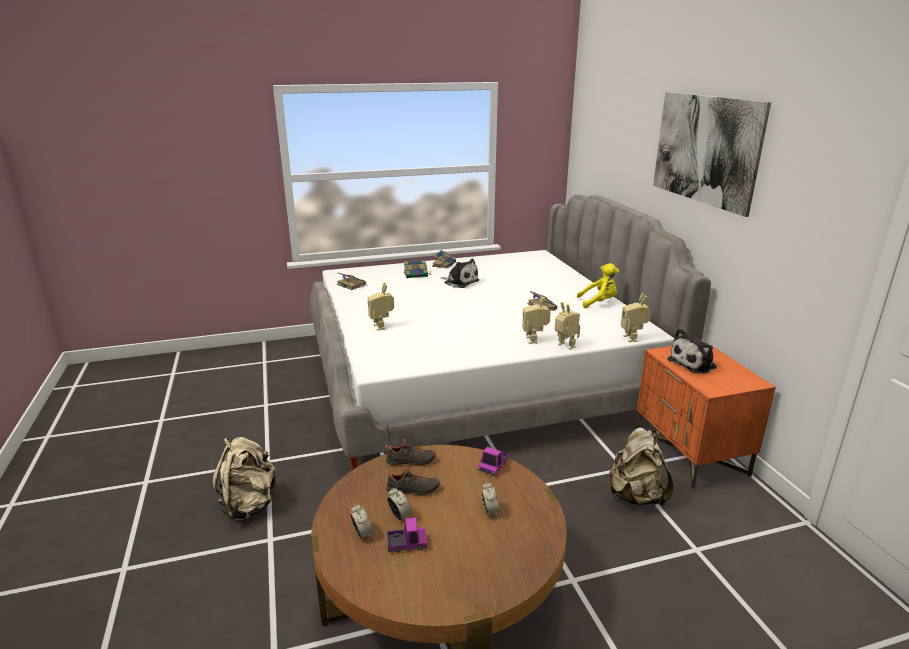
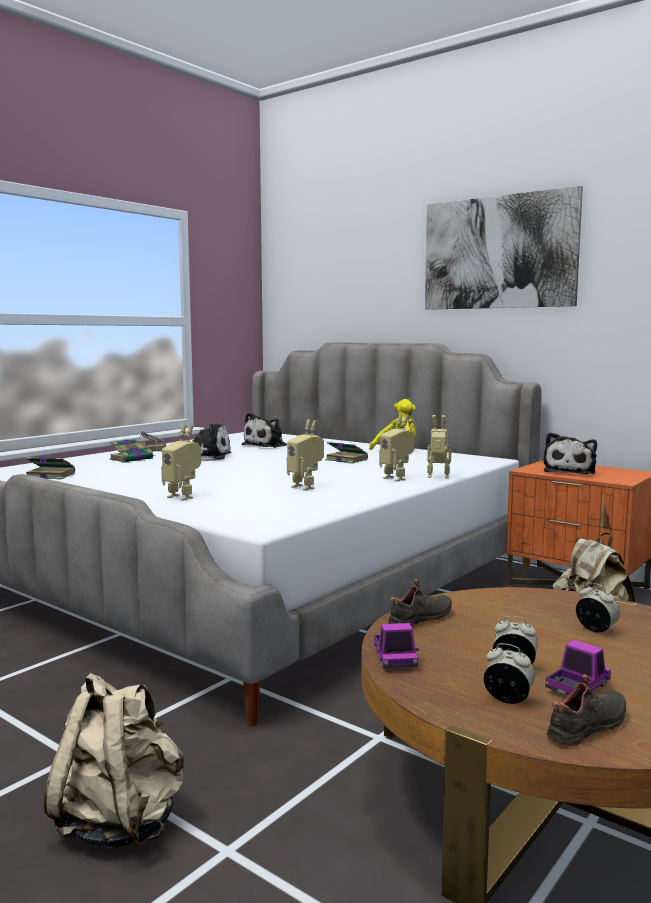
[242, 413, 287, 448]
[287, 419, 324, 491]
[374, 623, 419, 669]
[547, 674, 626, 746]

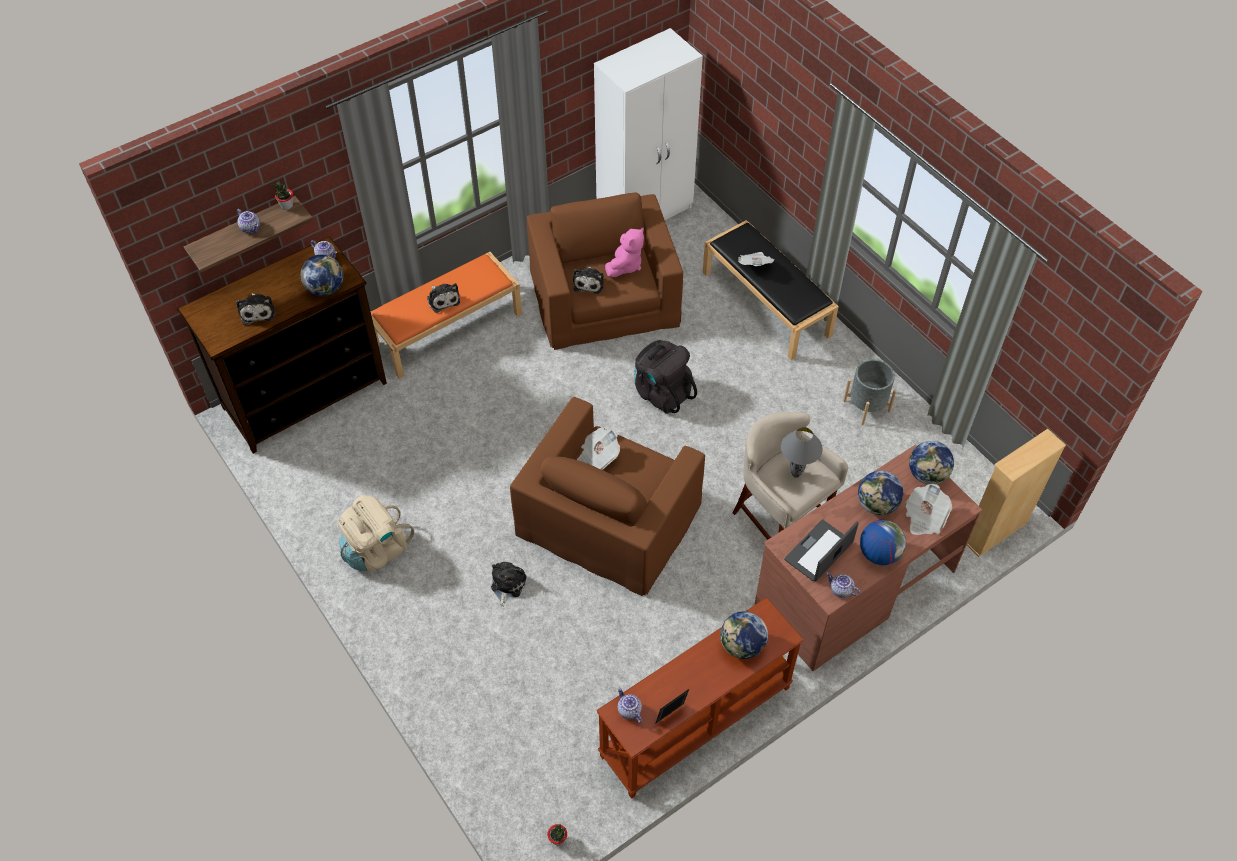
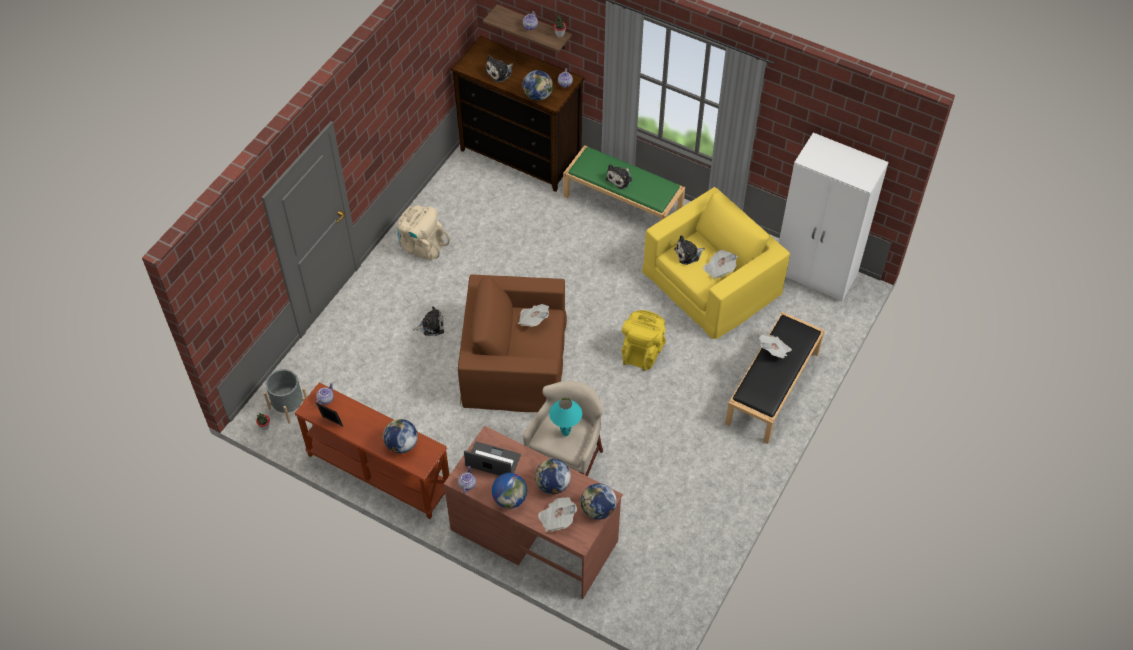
[264, 369, 307, 424]
[549, 398, 582, 436]
[563, 145, 685, 220]
[622, 310, 666, 371]
[642, 187, 790, 340]
[703, 250, 738, 279]
[967, 429, 1066, 557] (first image)

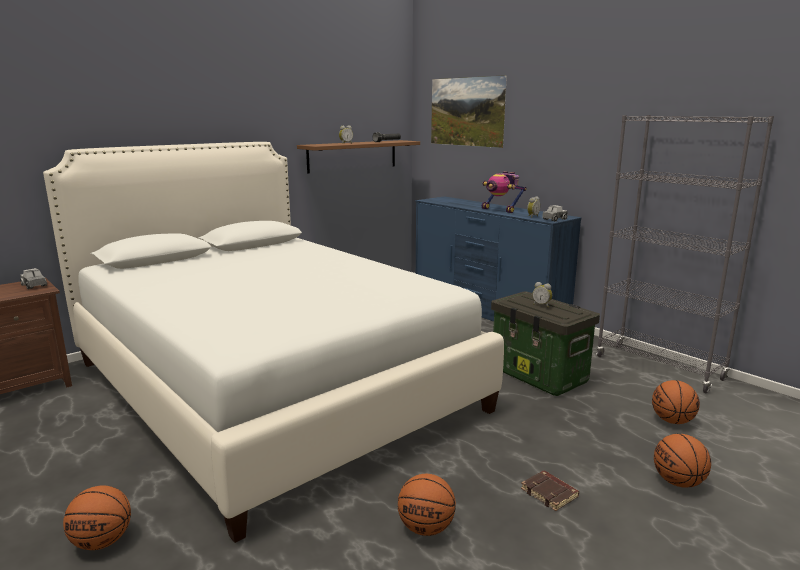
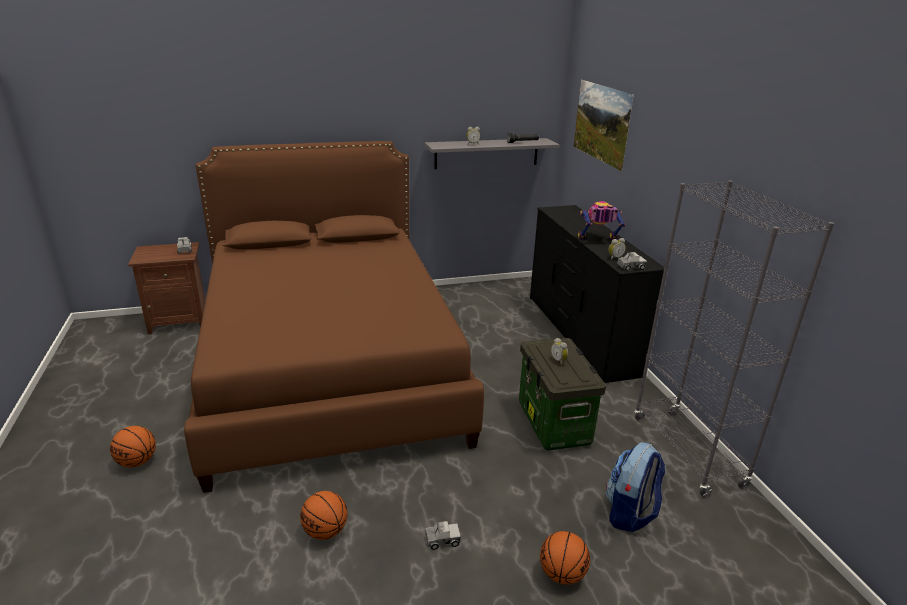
[184, 141, 484, 493]
[425, 138, 559, 169]
[425, 521, 461, 550]
[530, 205, 664, 384]
[578, 201, 625, 239]
[606, 442, 665, 532]

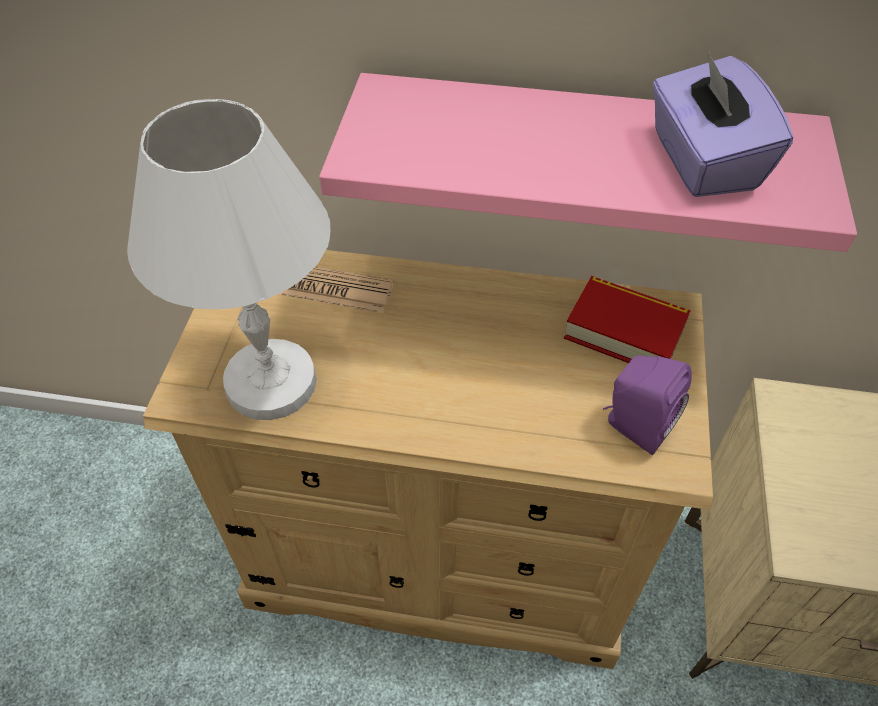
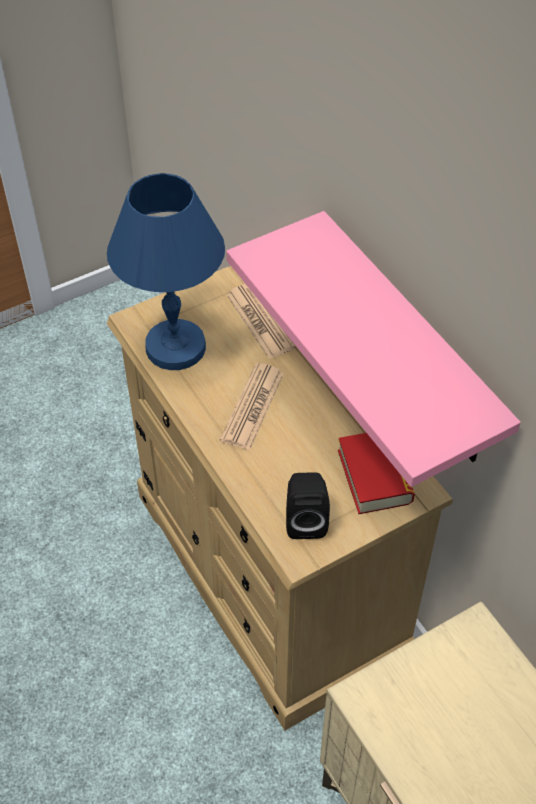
[107, 173, 225, 370]
[220, 363, 284, 450]
[286, 472, 330, 539]
[652, 49, 793, 197] (first image)

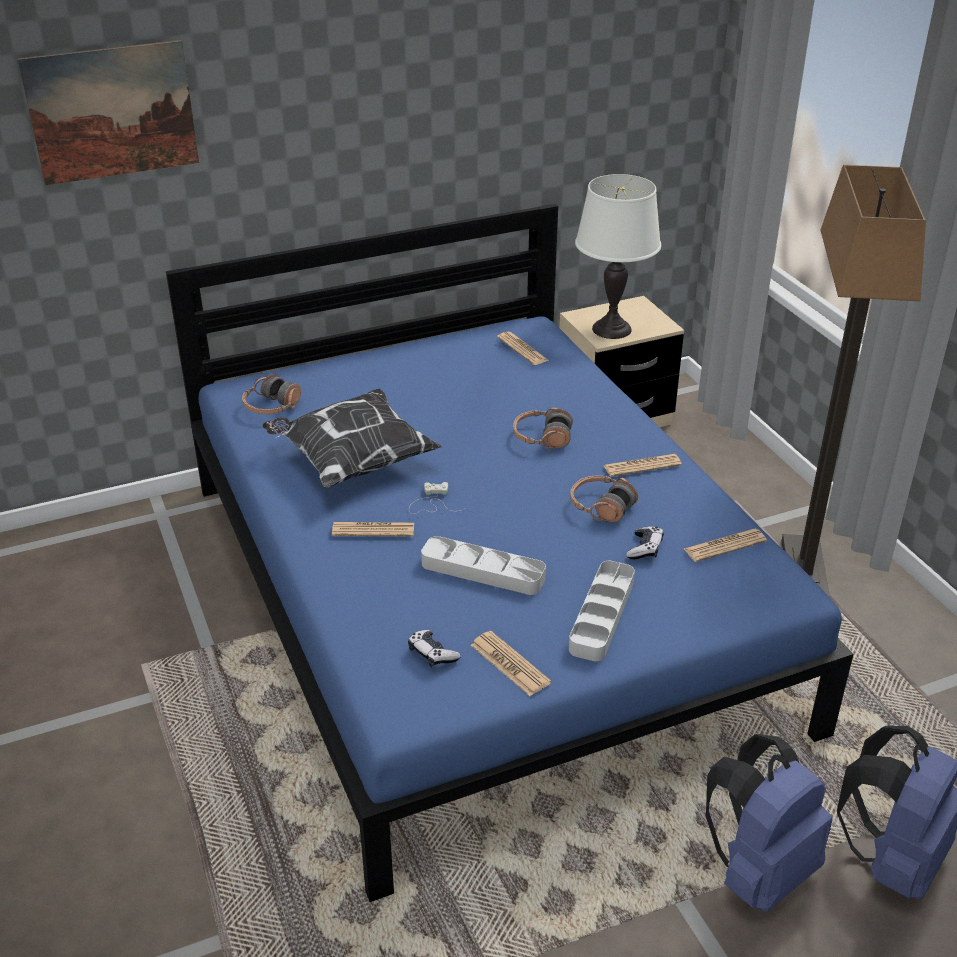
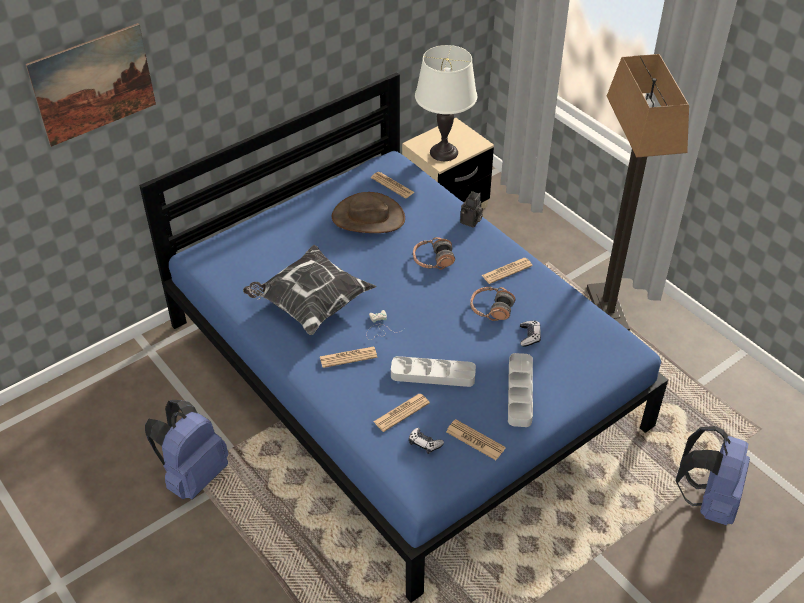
[145, 400, 229, 499]
[332, 192, 405, 233]
[373, 394, 430, 432]
[460, 191, 483, 227]
[242, 374, 301, 414] (first image)

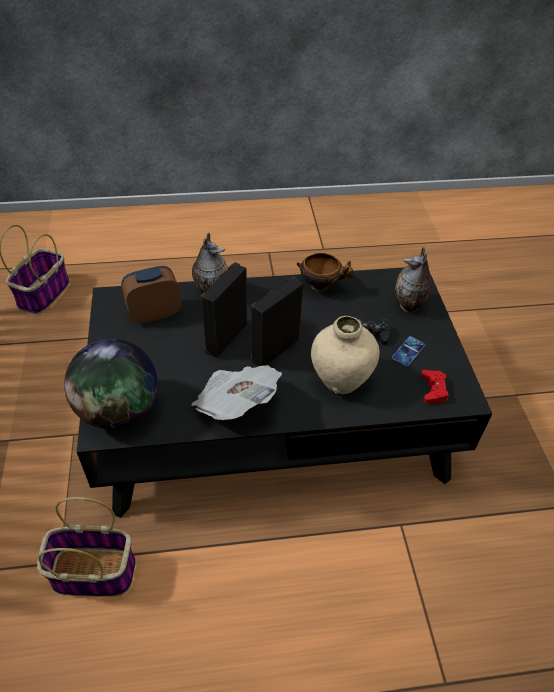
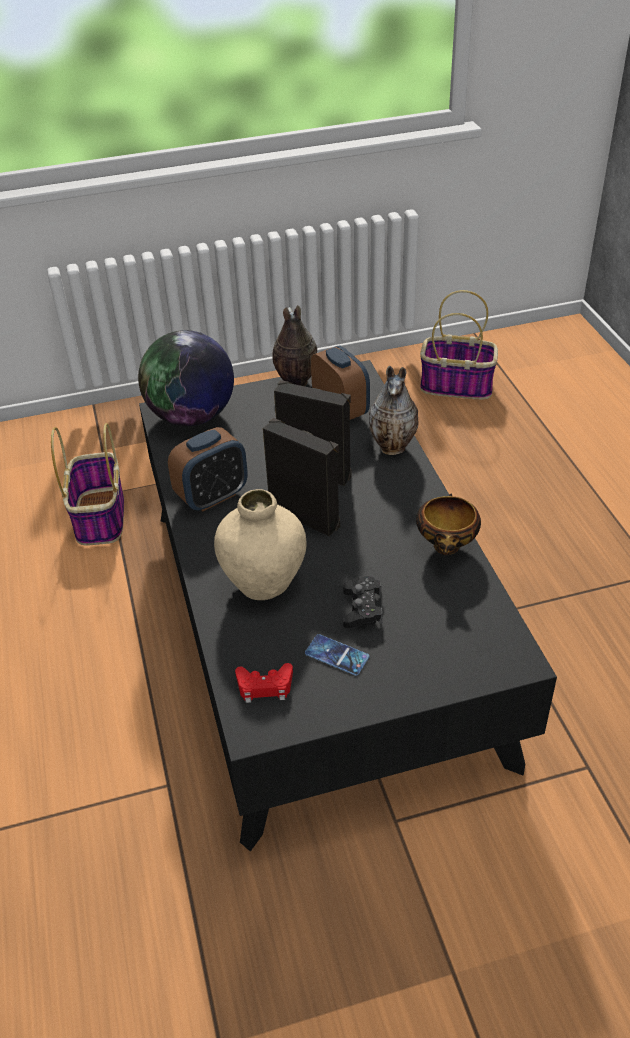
[168, 427, 248, 511]
[272, 305, 317, 386]

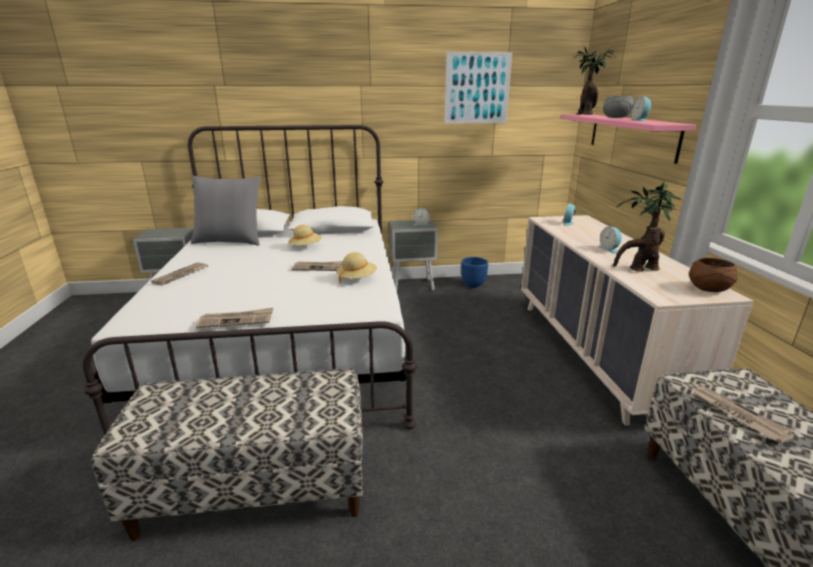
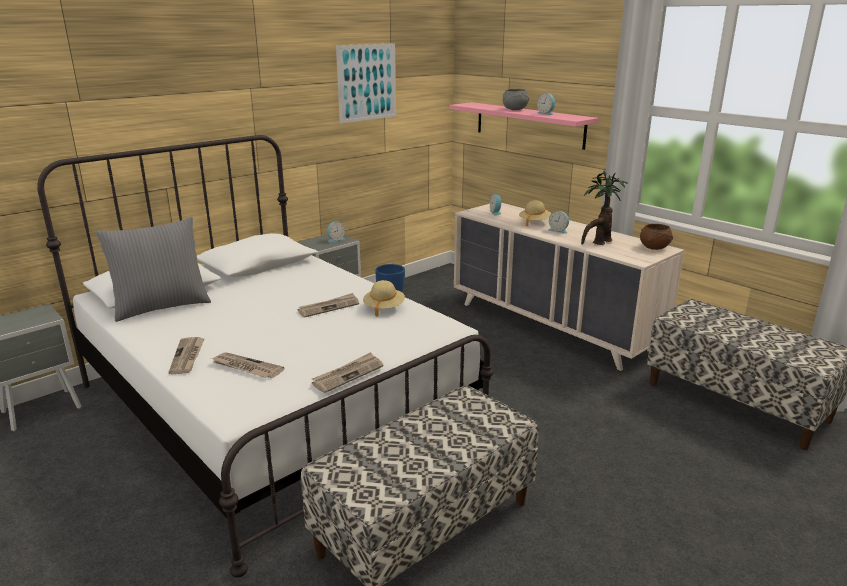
[211, 352, 285, 378]
[519, 200, 552, 226]
[573, 46, 616, 115] (first image)

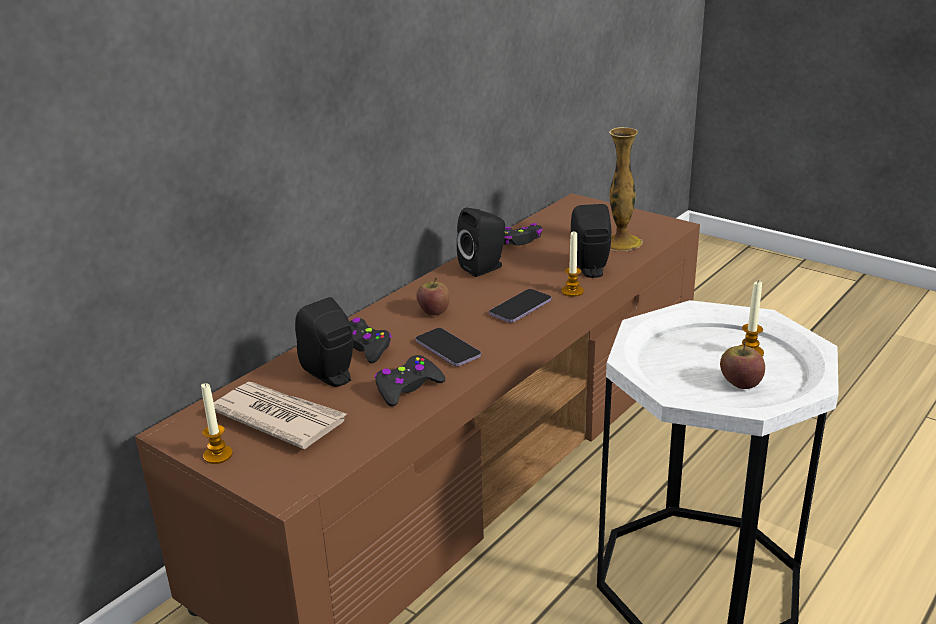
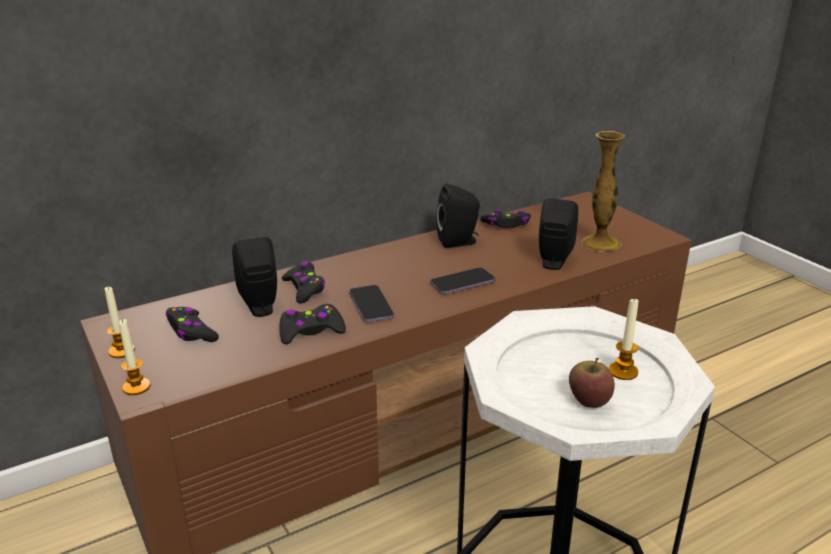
[119, 319, 151, 395]
[166, 307, 219, 342]
[416, 278, 450, 315] (first image)

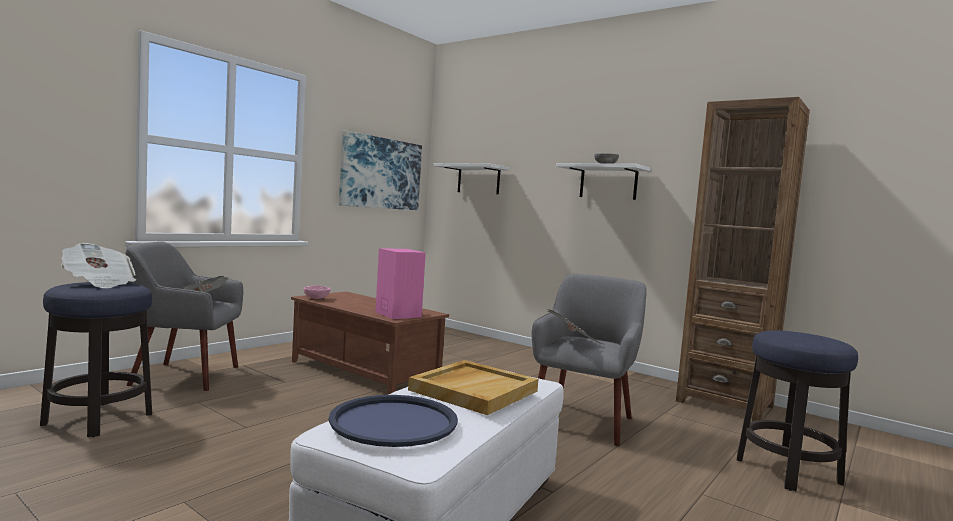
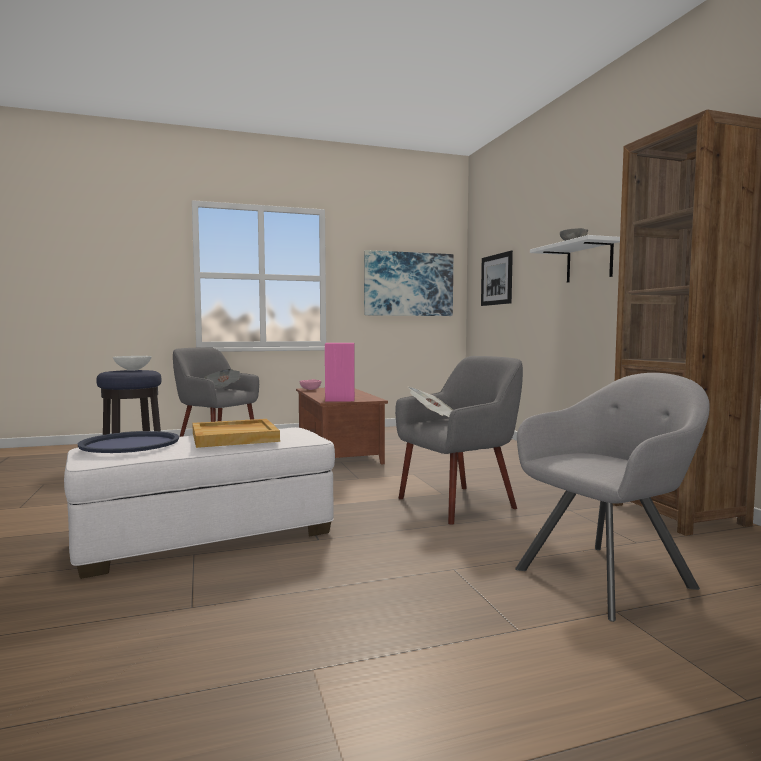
[113, 356, 152, 371]
[481, 251, 513, 306]
[515, 373, 710, 622]

